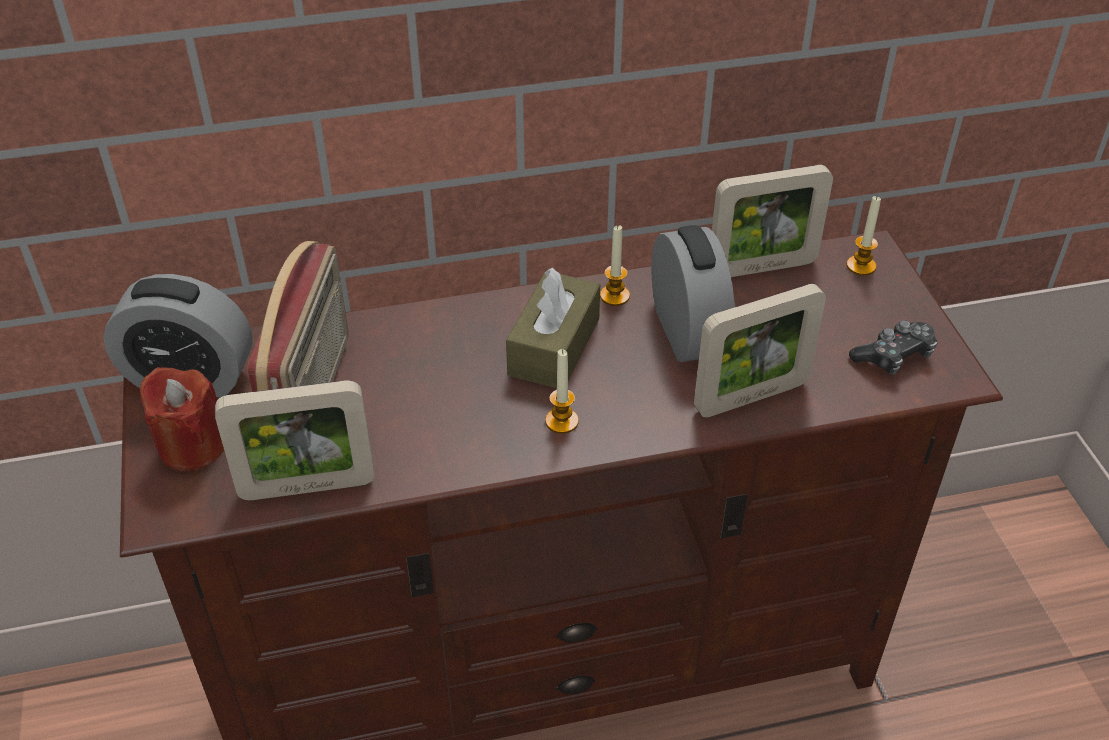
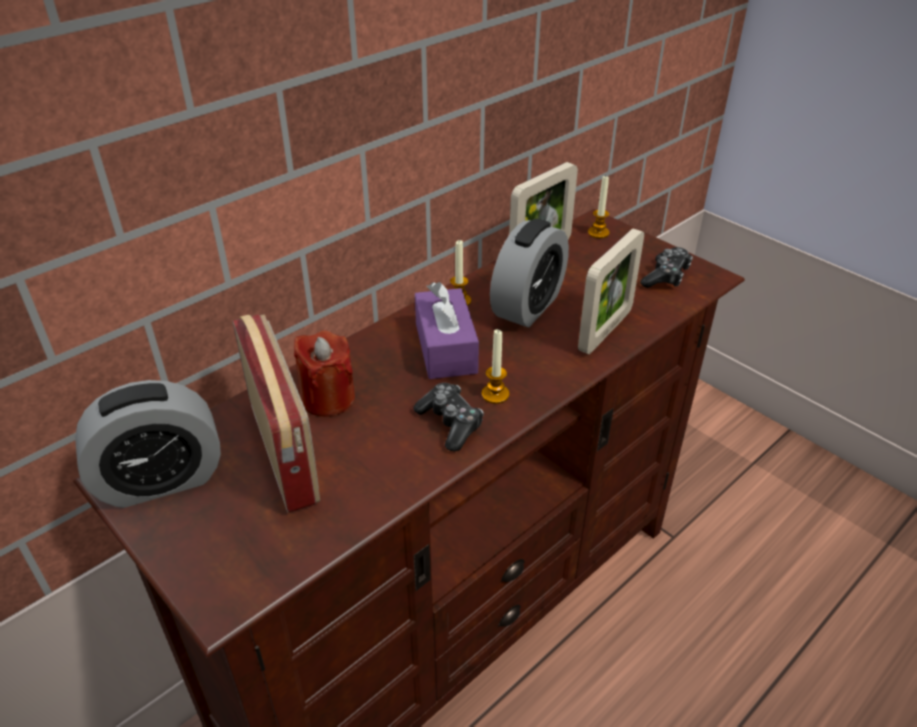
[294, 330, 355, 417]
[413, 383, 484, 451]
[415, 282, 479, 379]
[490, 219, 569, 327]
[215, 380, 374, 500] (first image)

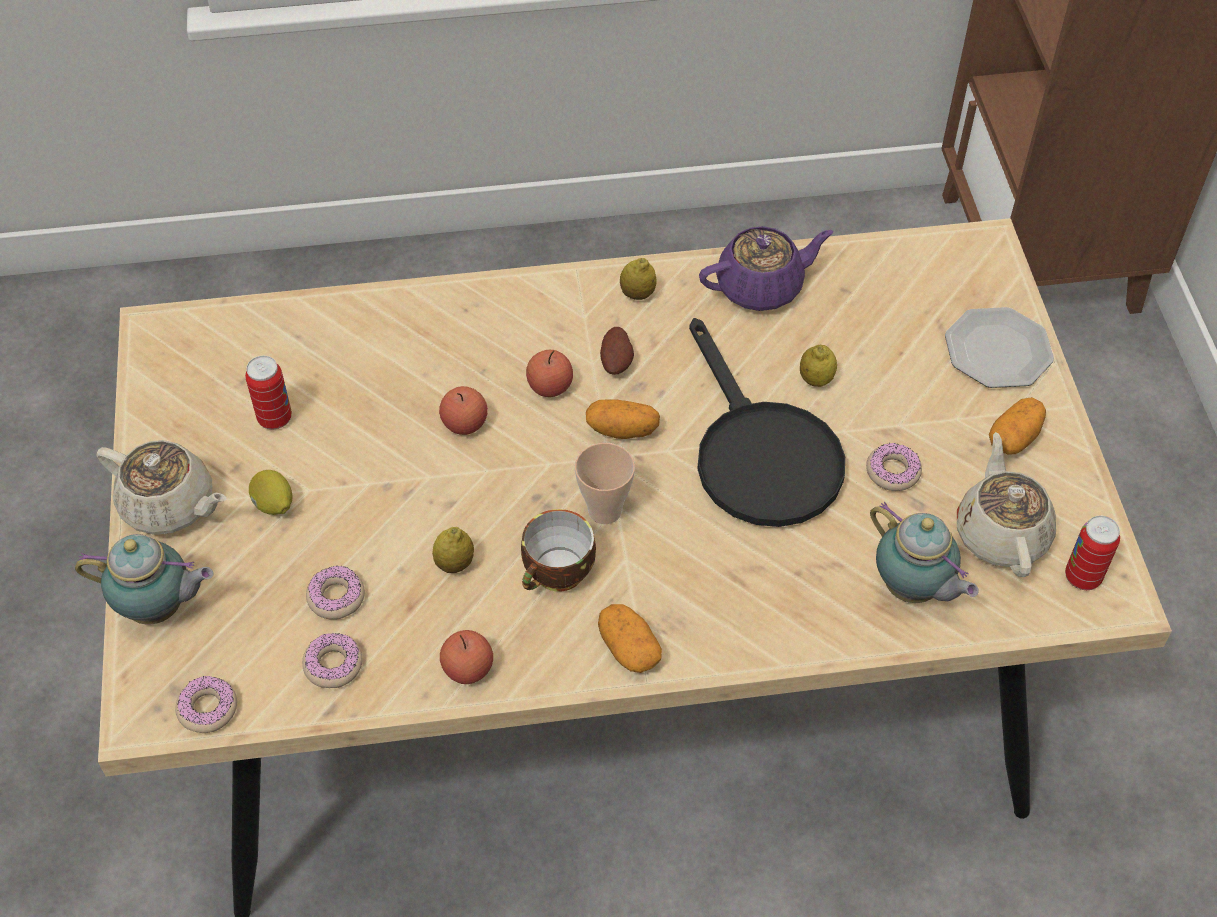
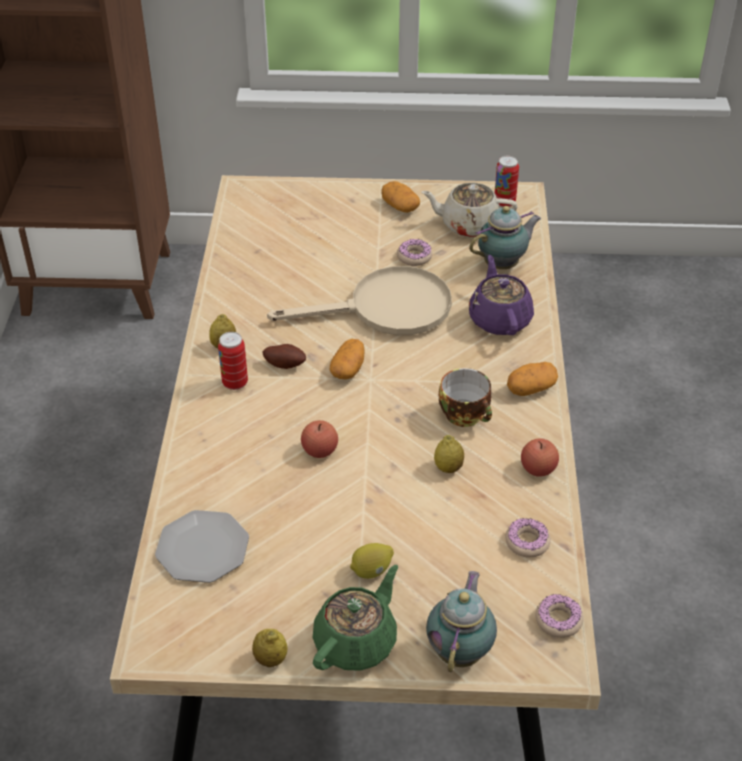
[155, 510, 249, 583]
[218, 332, 248, 390]
[252, 629, 287, 667]
[267, 266, 452, 335]
[313, 565, 398, 671]
[469, 255, 534, 335]
[306, 565, 365, 620] (first image)
[526, 350, 573, 397] (first image)
[575, 443, 635, 524] (first image)

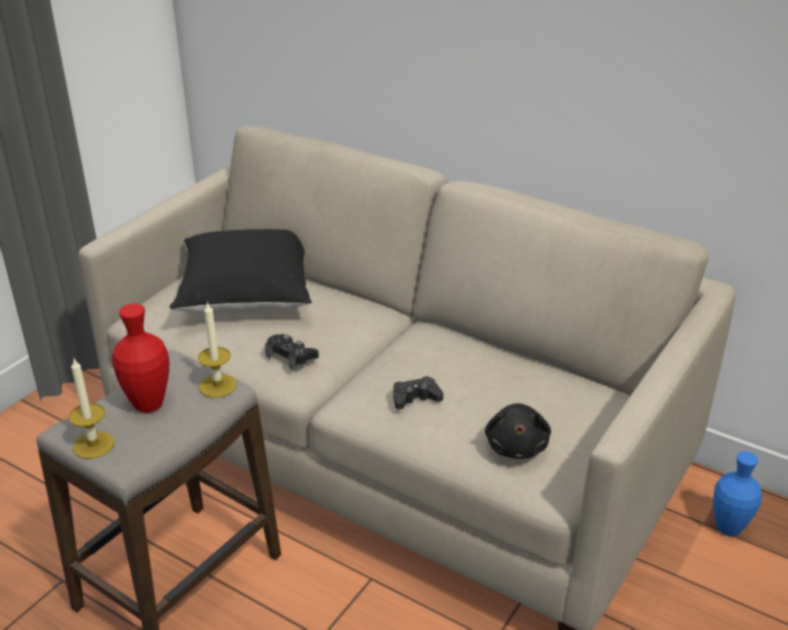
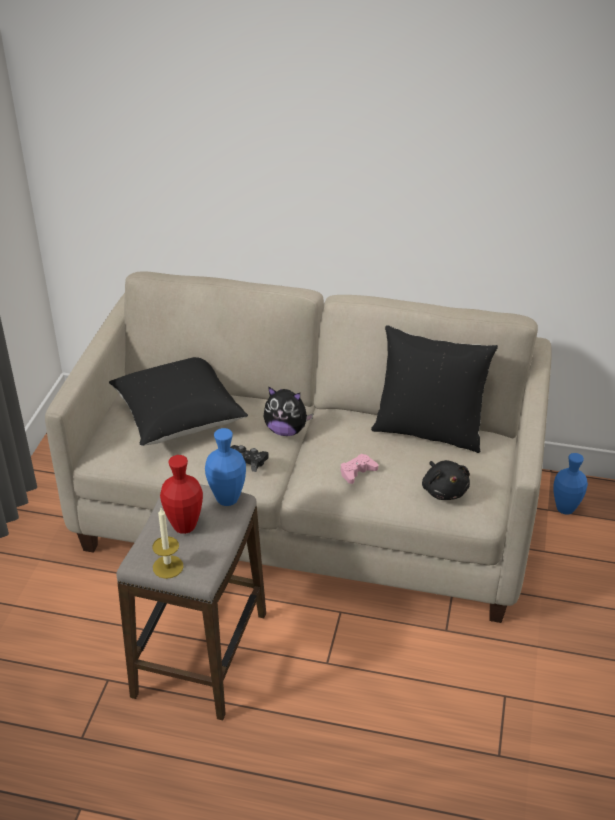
[205, 428, 246, 506]
[263, 387, 314, 436]
[341, 454, 378, 484]
[371, 325, 498, 453]

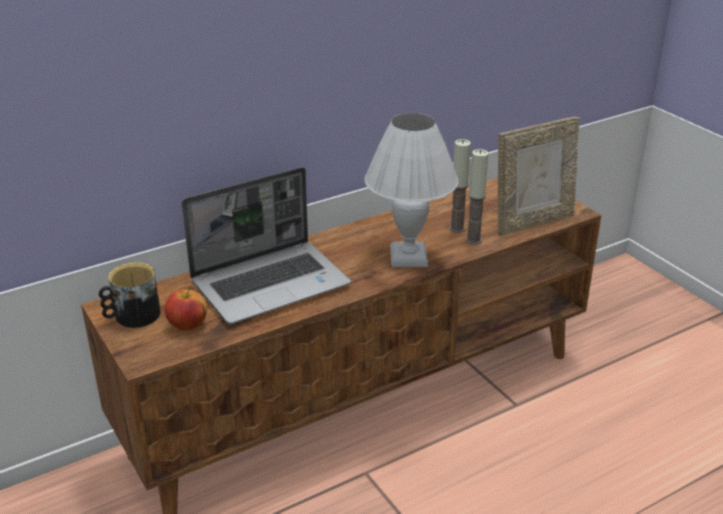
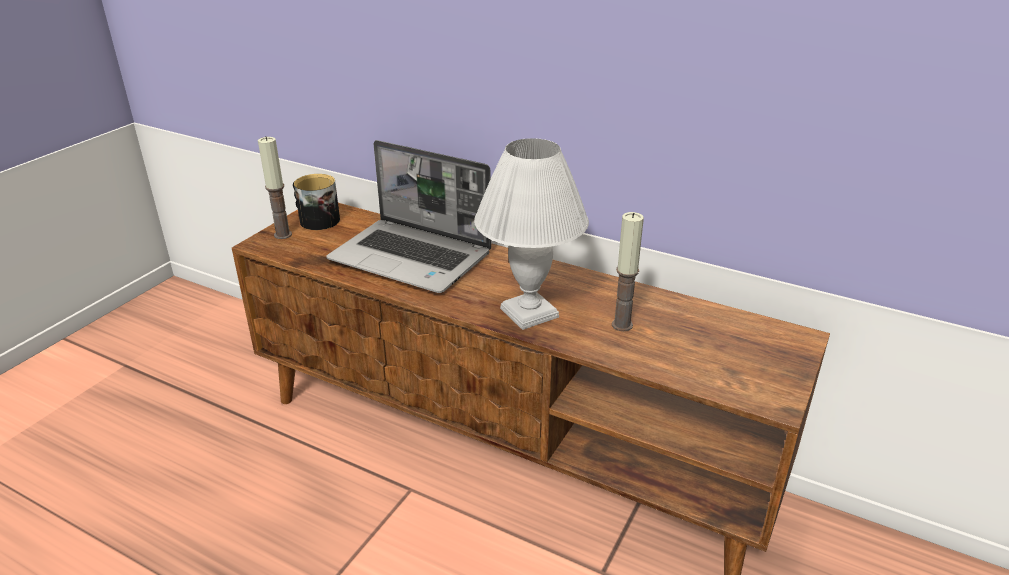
[258, 136, 292, 239]
[164, 290, 207, 331] (first image)
[498, 117, 579, 236] (first image)

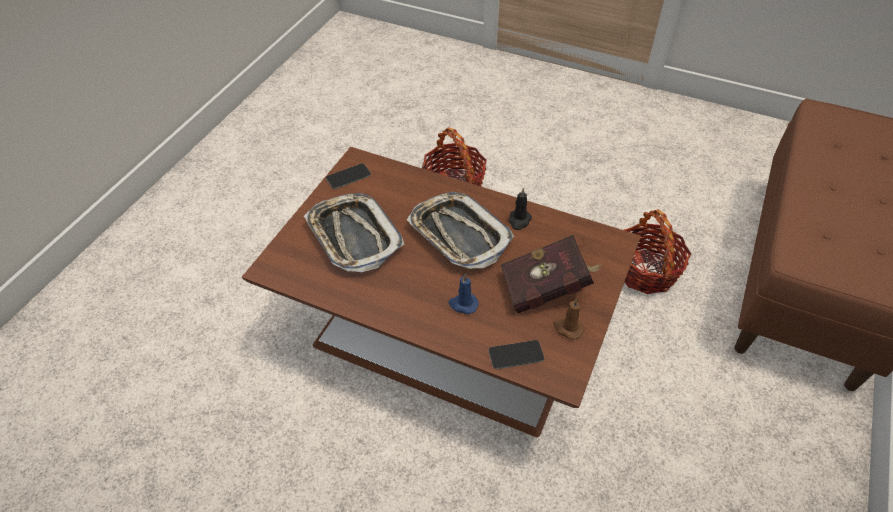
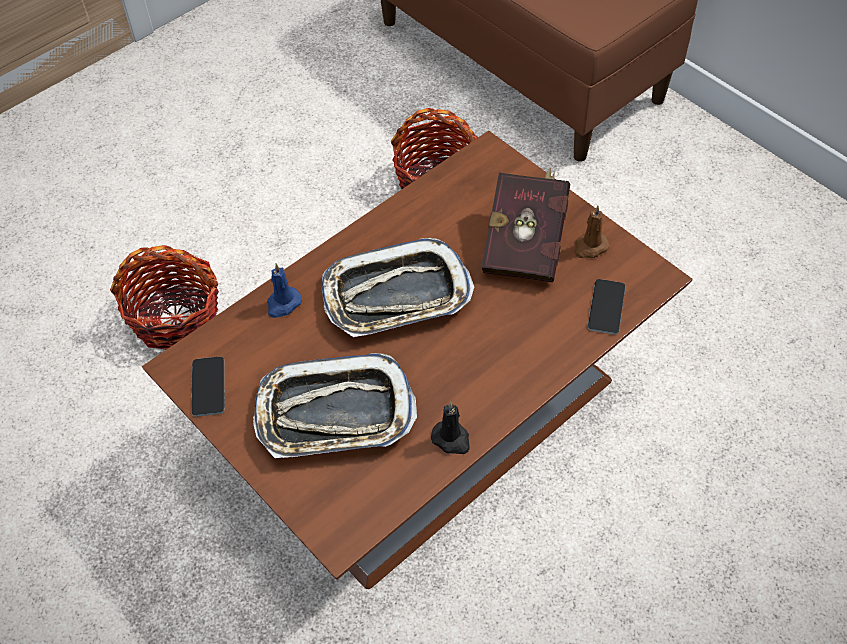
[267, 263, 302, 318]
[431, 402, 470, 454]

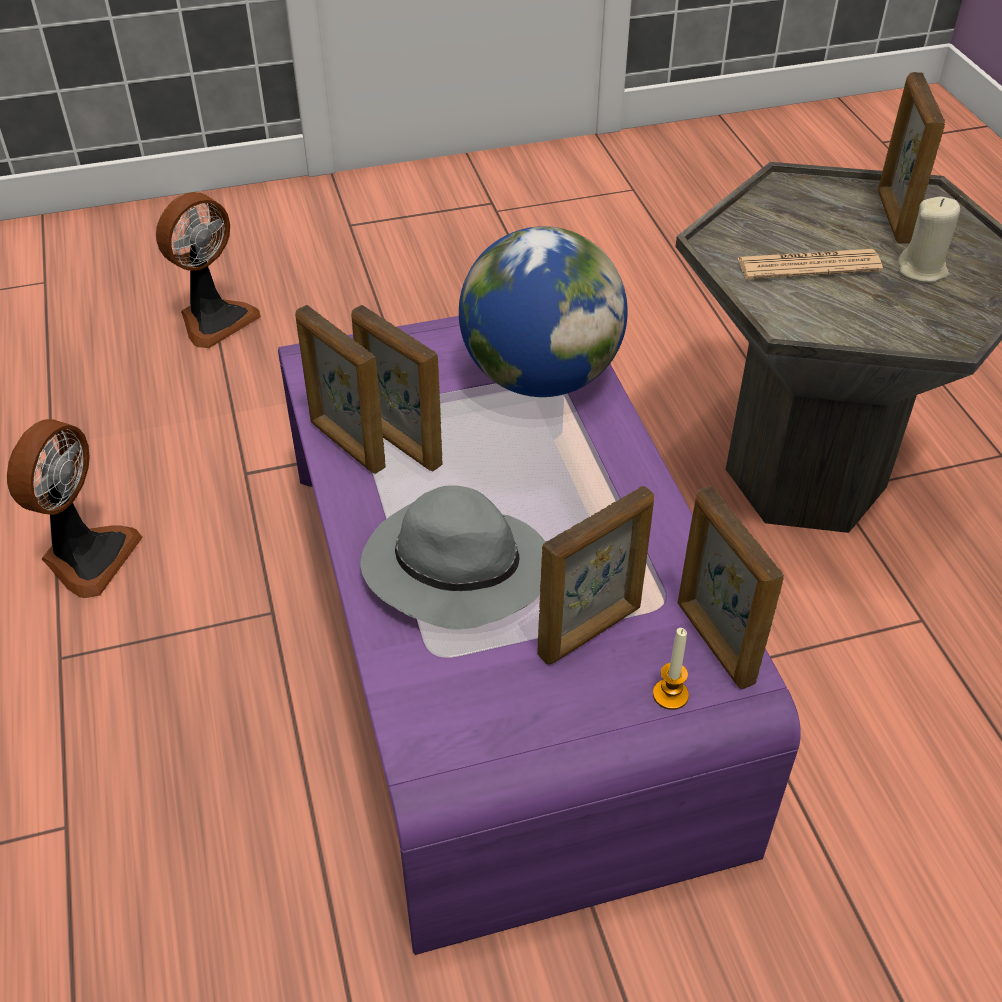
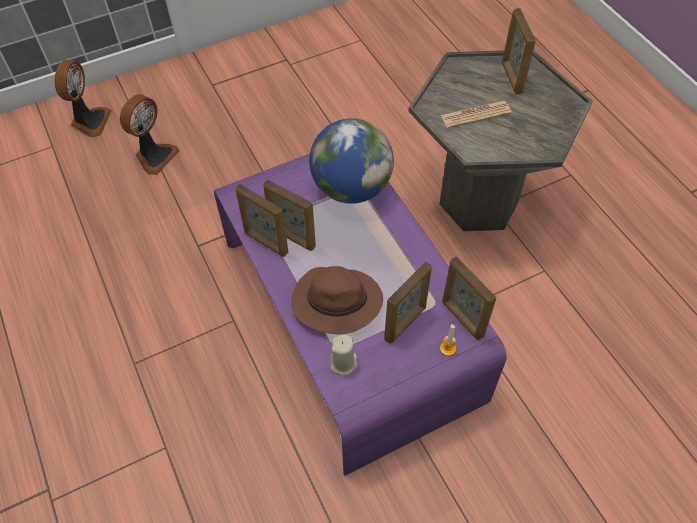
[54, 60, 112, 137]
[291, 266, 383, 335]
[330, 335, 358, 375]

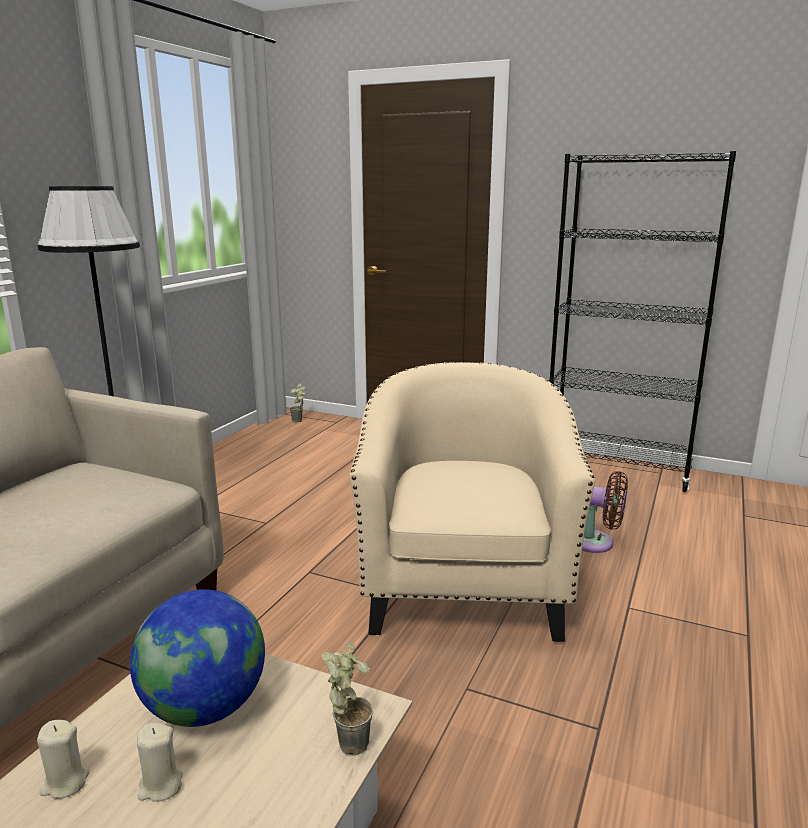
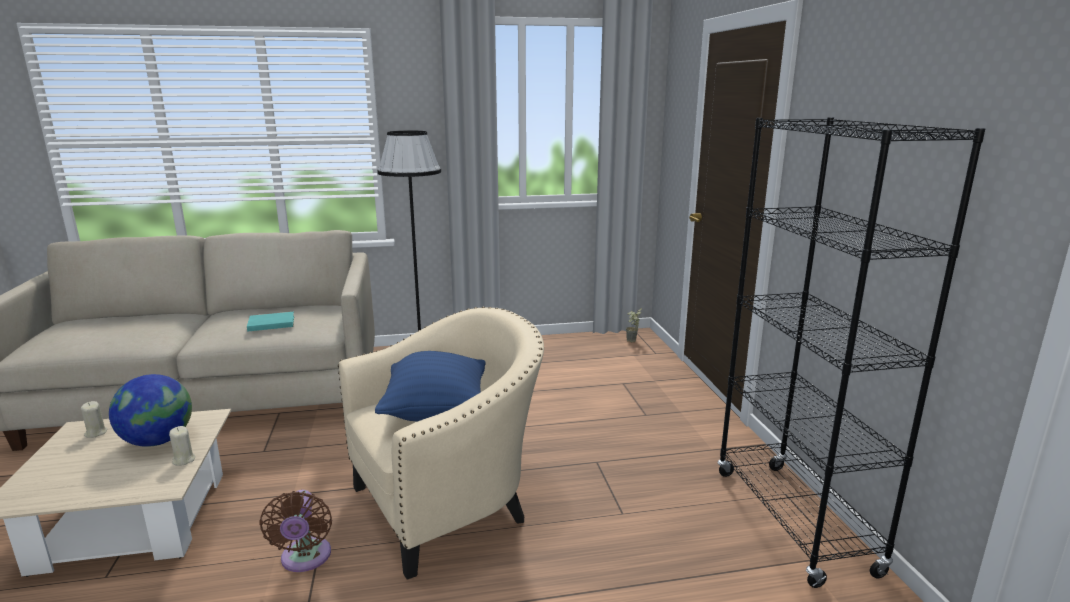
[169, 426, 195, 466]
[247, 312, 294, 332]
[259, 490, 332, 572]
[375, 351, 485, 422]
[321, 640, 373, 756] (first image)

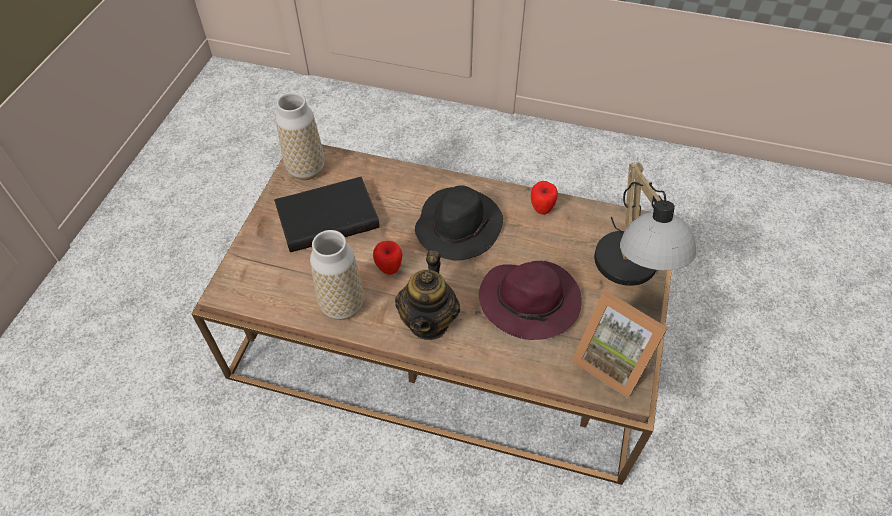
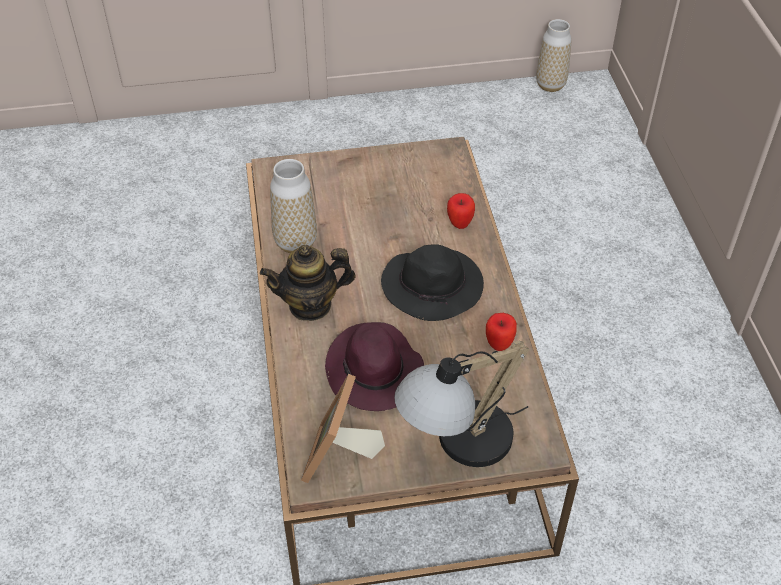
[447, 193, 475, 229]
[536, 19, 572, 92]
[274, 177, 380, 252] (first image)

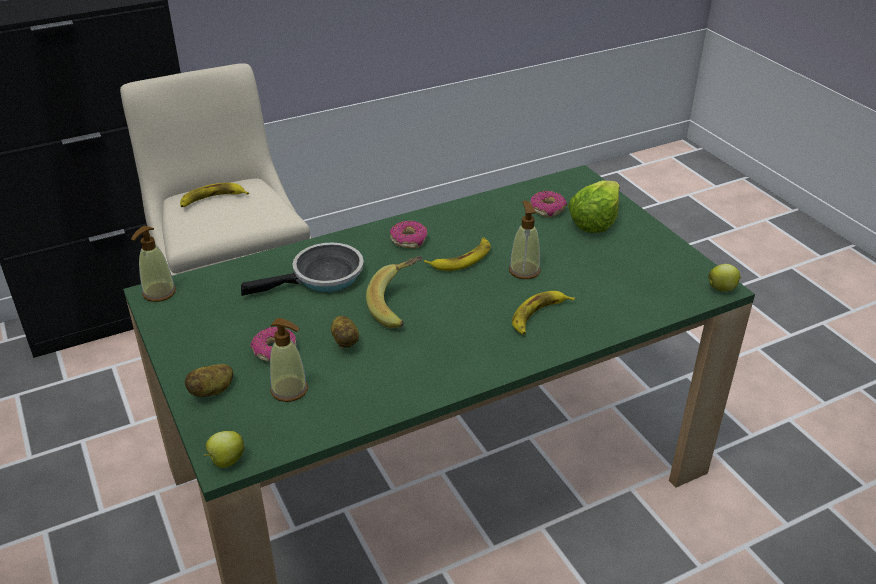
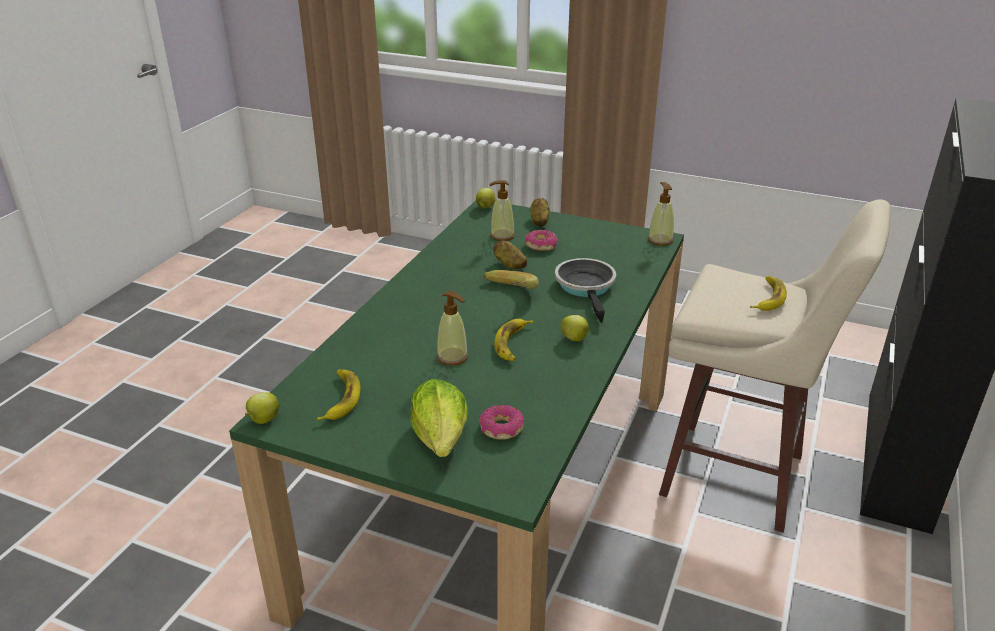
[317, 369, 360, 420]
[555, 258, 616, 323]
[561, 315, 589, 341]

